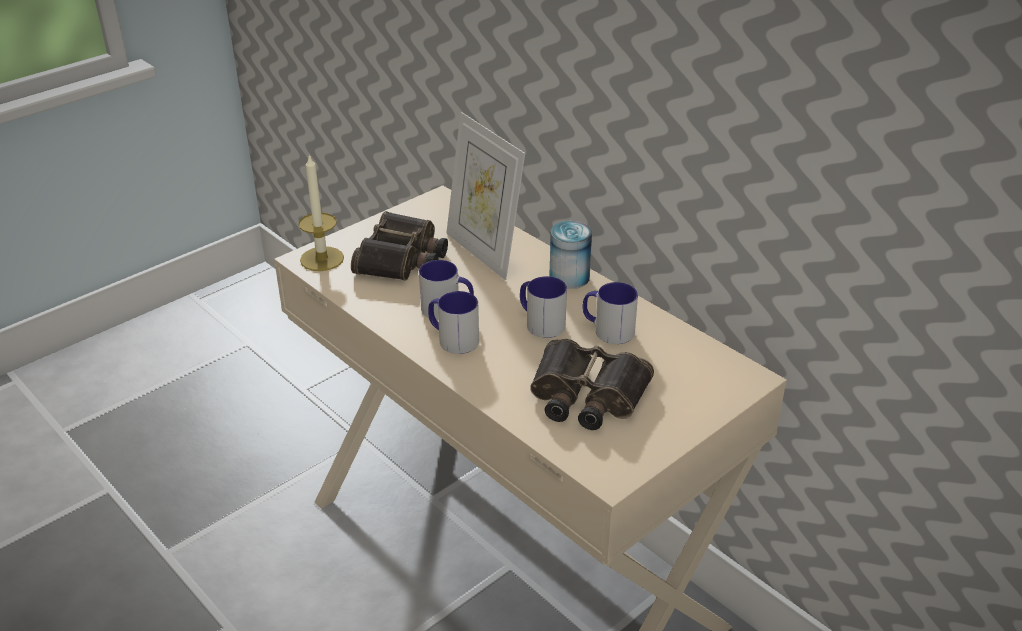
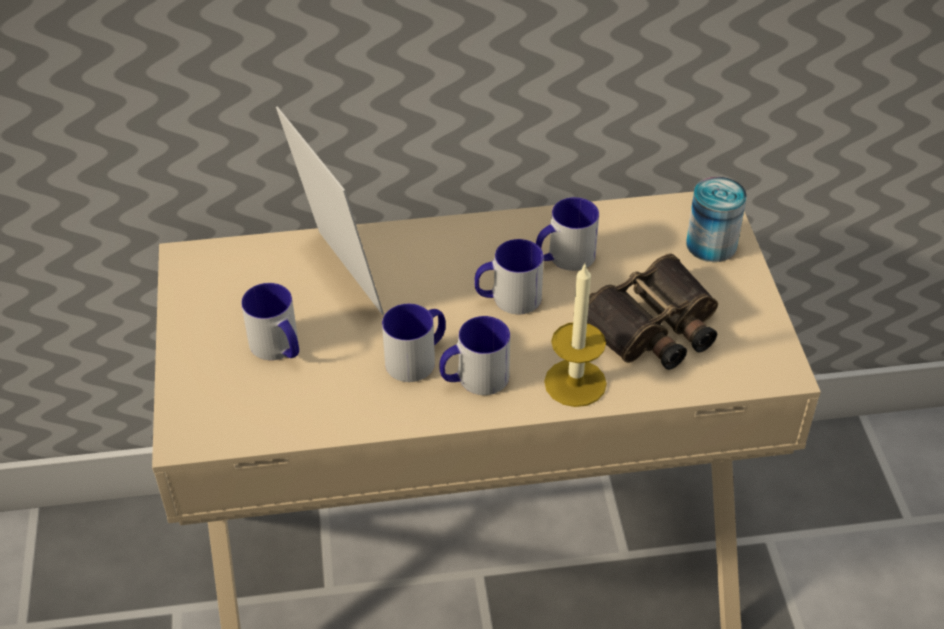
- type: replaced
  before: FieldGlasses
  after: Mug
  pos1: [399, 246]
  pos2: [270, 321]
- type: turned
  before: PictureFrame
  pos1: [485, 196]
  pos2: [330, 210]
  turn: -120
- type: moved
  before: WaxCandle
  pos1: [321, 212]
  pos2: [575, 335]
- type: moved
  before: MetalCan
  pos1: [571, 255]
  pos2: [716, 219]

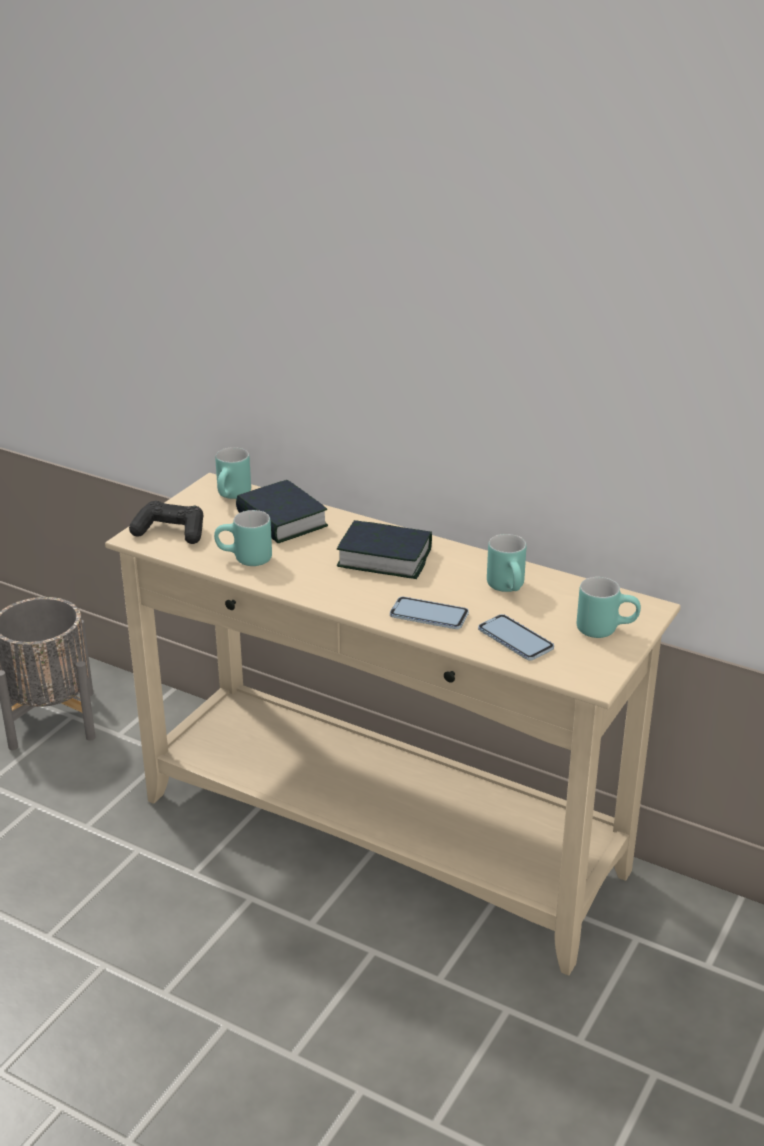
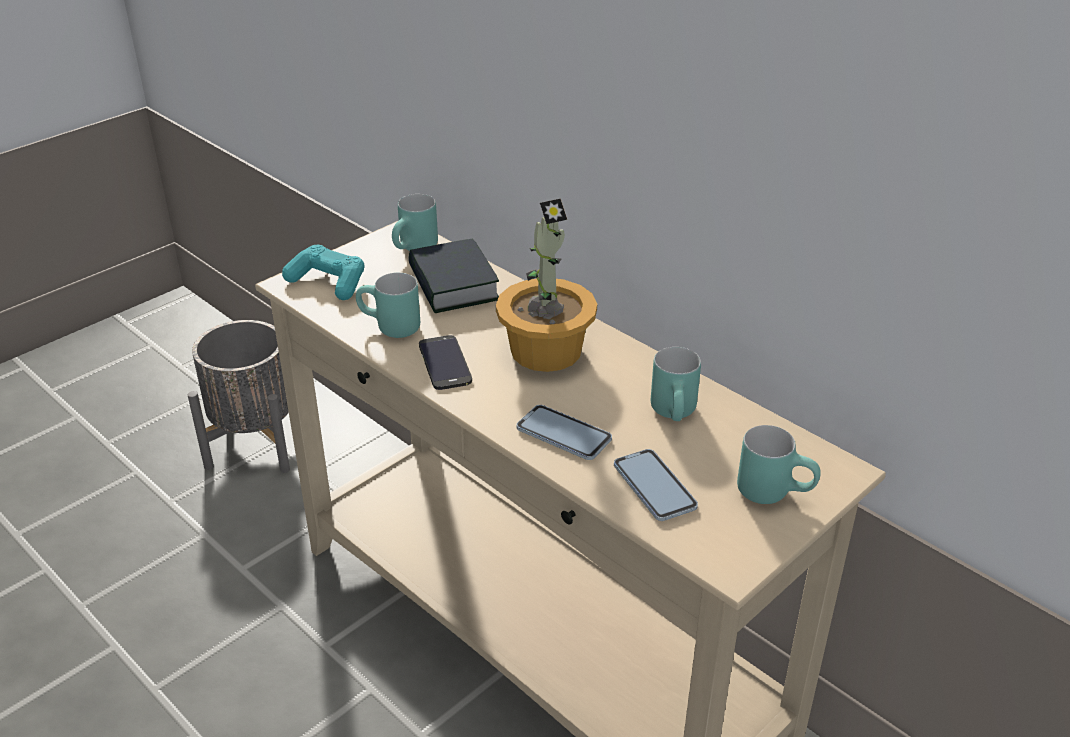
- type: recoloured
  before: BlackishJoypad
  after: BlueGreenJoypad
  pos1: [166, 522]
  pos2: [323, 272]
- type: added
  after: Telephone
  pos2: [445, 362]
- type: replaced
  before: BoundBook
  after: PlantInAPot
  pos1: [384, 549]
  pos2: [546, 285]

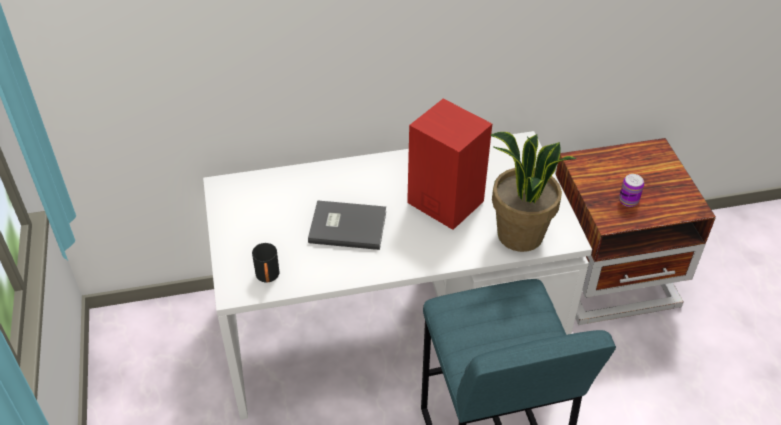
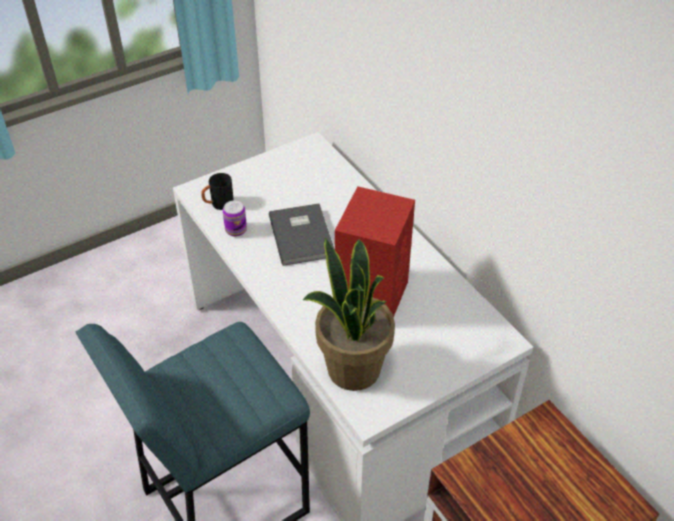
- type: moved
  before: MetalCan
  pos1: [631, 190]
  pos2: [235, 218]

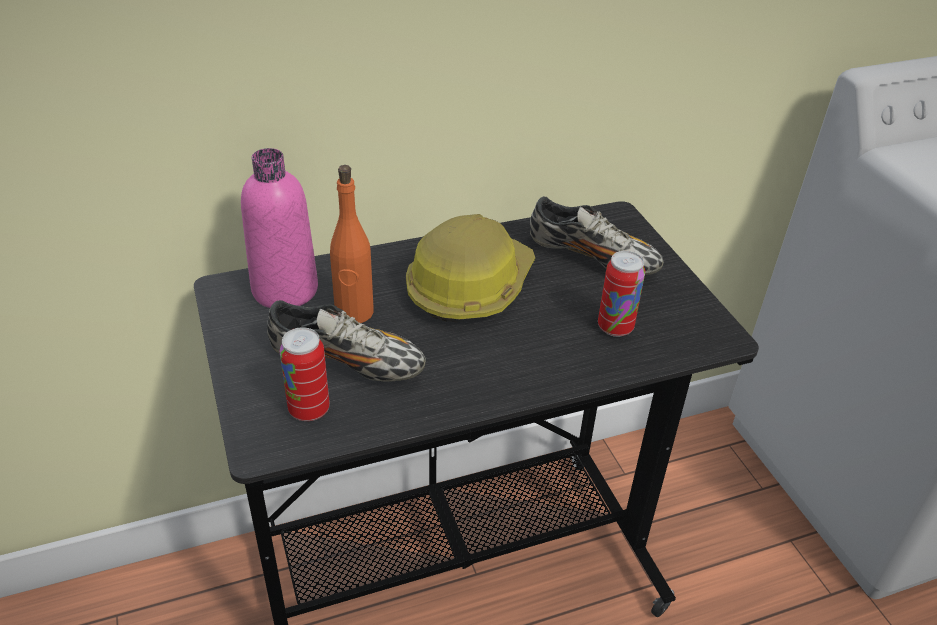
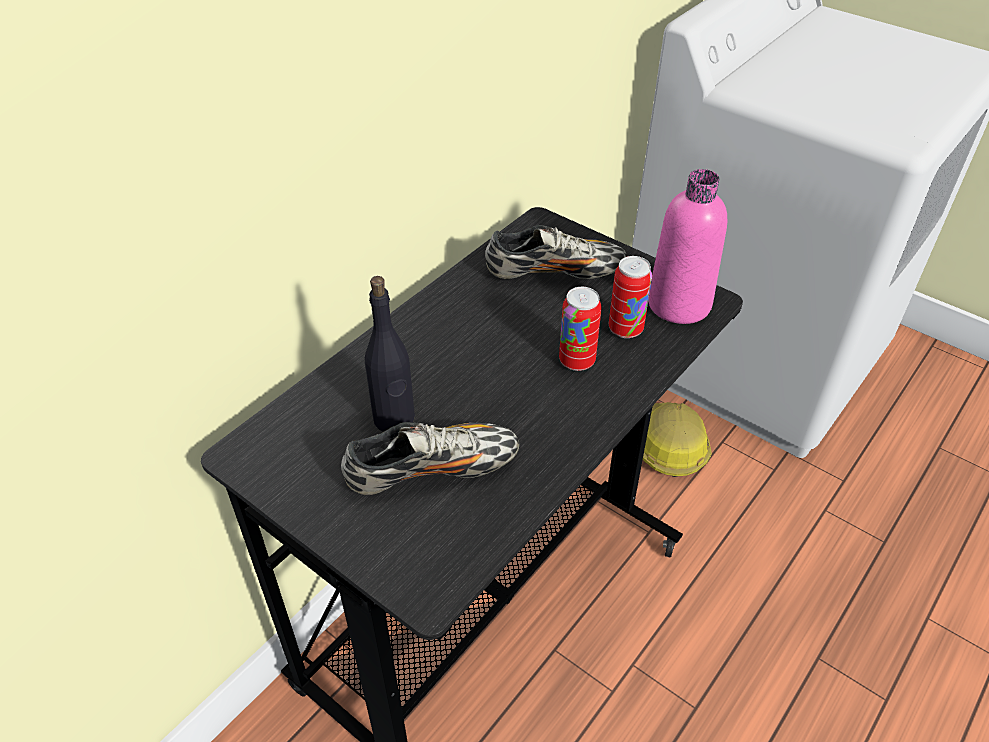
- type: recoloured
  before: OrangeColouredBeverageBottle
  after: BlackishBeverageBottle
  pos1: [352, 244]
  pos2: [390, 354]
- type: moved
  before: MetalCan
  pos1: [305, 374]
  pos2: [580, 329]
- type: moved
  before: SafetyHelmet
  pos1: [470, 268]
  pos2: [677, 439]
- type: moved
  before: PinkColouredBeverageBottle
  pos1: [279, 228]
  pos2: [687, 246]

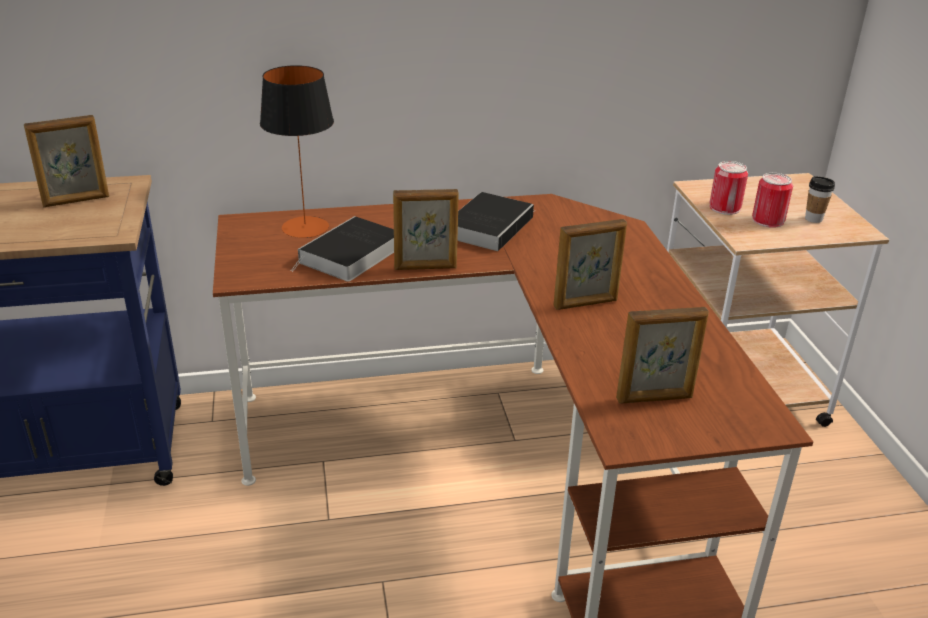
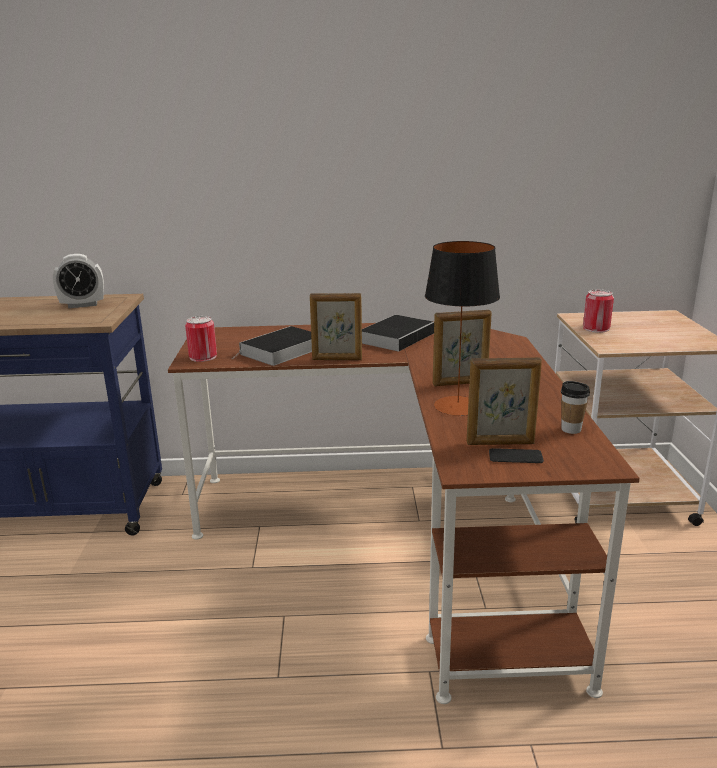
- type: replaced
  before: PictureFrame
  after: BedsideClock
  pos1: [66, 161]
  pos2: [78, 281]
- type: moved
  before: MetalCan
  pos1: [772, 200]
  pos2: [201, 339]
- type: moved
  before: TableLamp
  pos1: [297, 151]
  pos2: [462, 328]
- type: added
  after: Telephone
  pos2: [516, 455]
- type: moved
  before: DrinkingCup
  pos1: [820, 199]
  pos2: [575, 407]

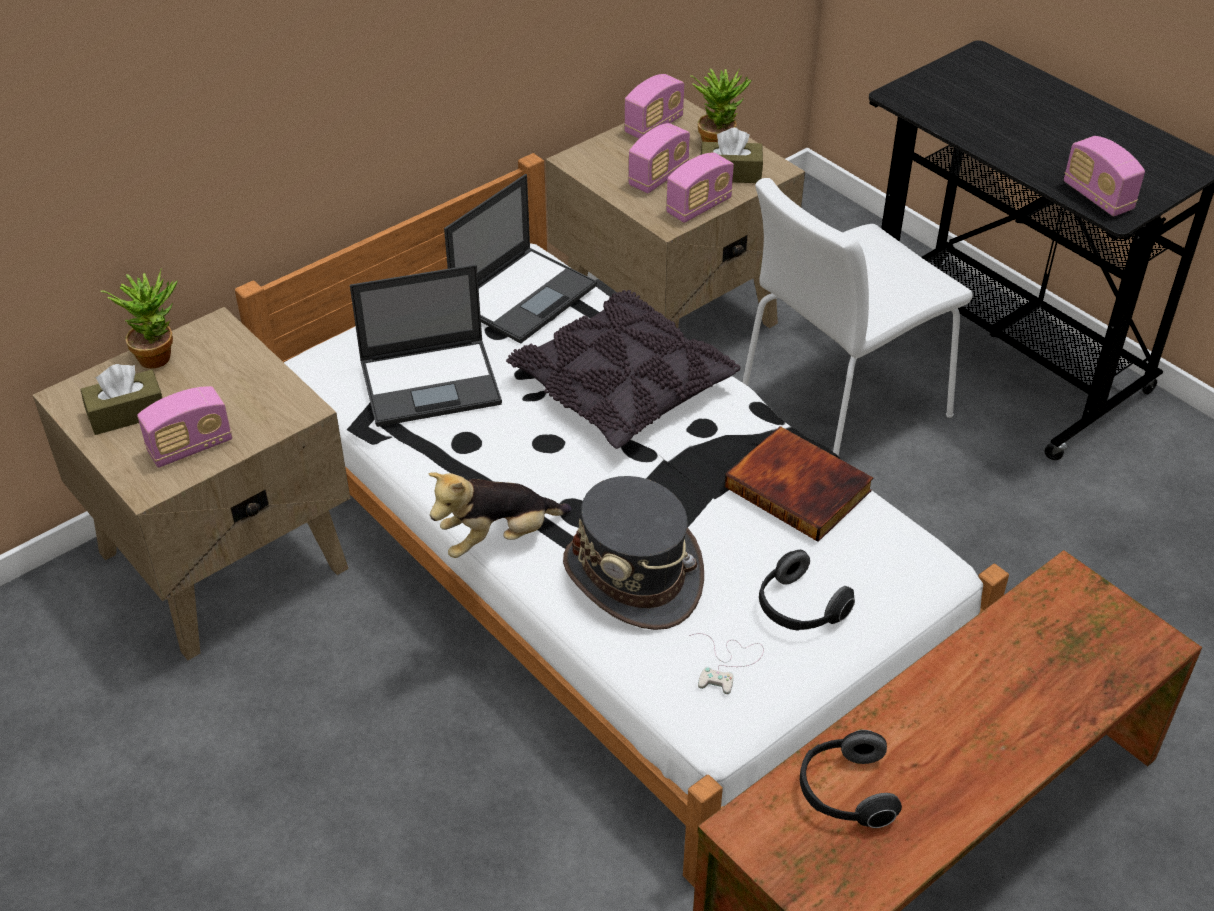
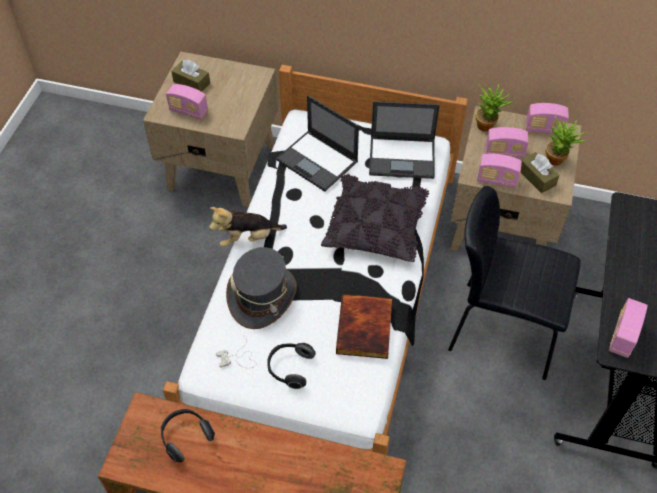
- type: turned
  before: CuddlyToy
  pos1: [500, 515]
  pos2: [248, 227]
  turn: -45
- type: recoloured
  before: WhitishPlainChair
  after: BlackishPlainChair
  pos1: [857, 317]
  pos2: [514, 283]
- type: moved
  before: PlantInAPot
  pos1: [139, 319]
  pos2: [494, 108]

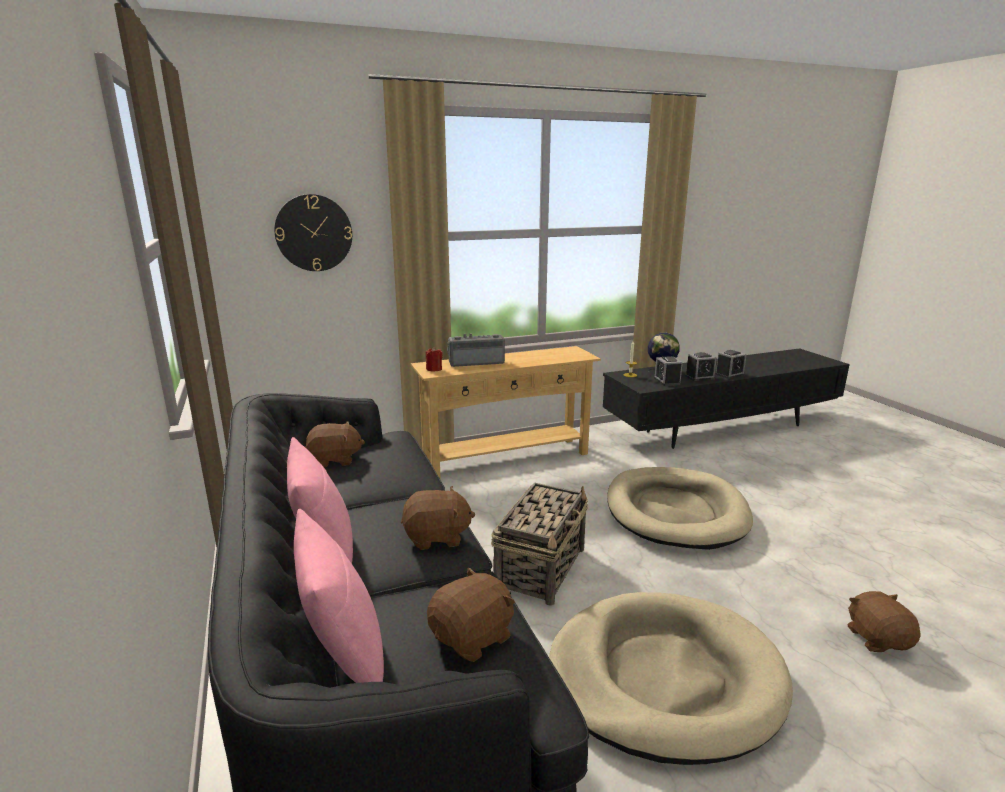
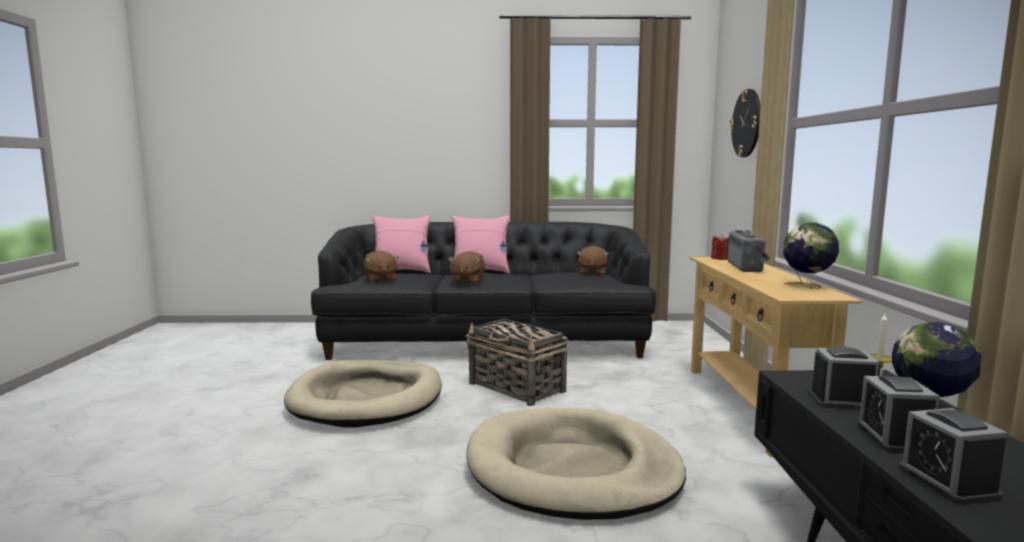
- type: added
  after: WorldGlobe
  pos2: [811, 256]
- type: removed
  before: BrownColouredCuddlyToy
  pos1: [884, 621]

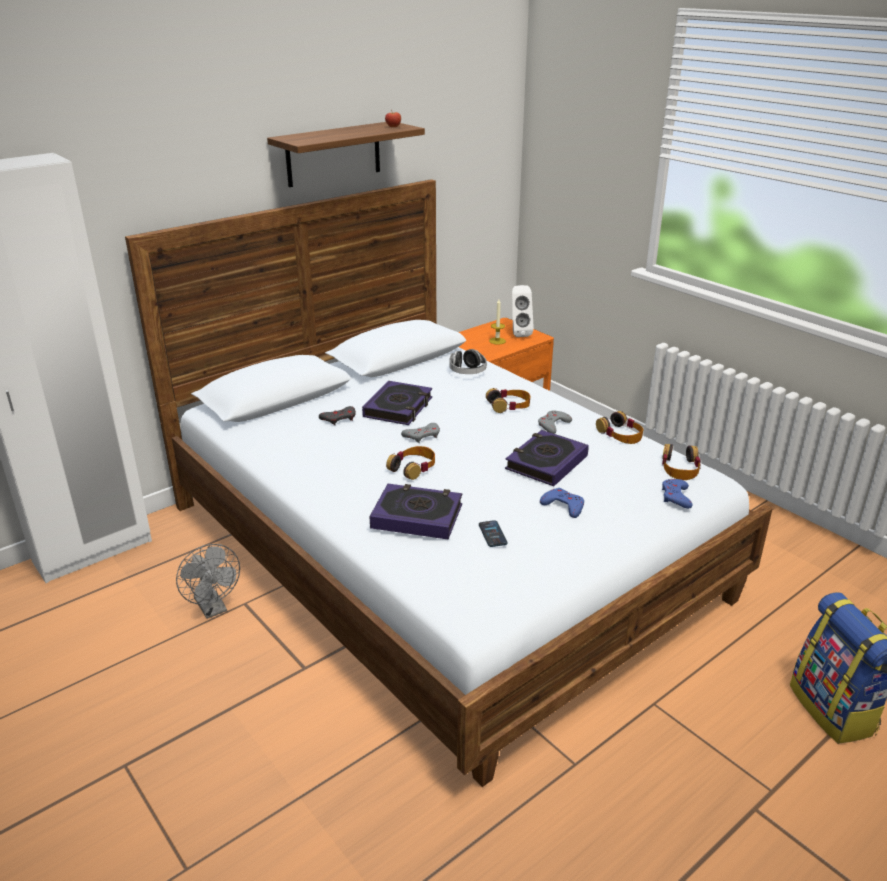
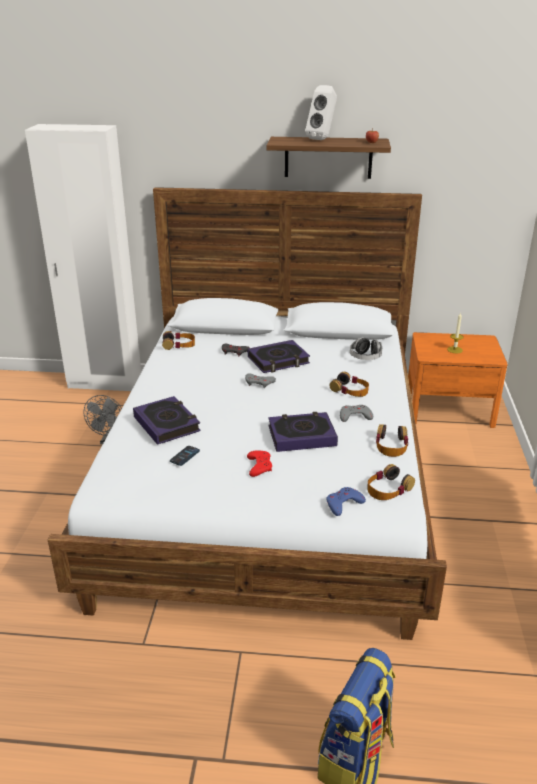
- type: moved
  before: Headset
  pos1: [410, 463]
  pos2: [178, 340]
- type: recoloured
  before: BlueJoypad
  after: ReddishJoypad
  pos1: [562, 503]
  pos2: [259, 464]
- type: moved
  before: WhitishLoudspeaker
  pos1: [523, 311]
  pos2: [321, 112]

